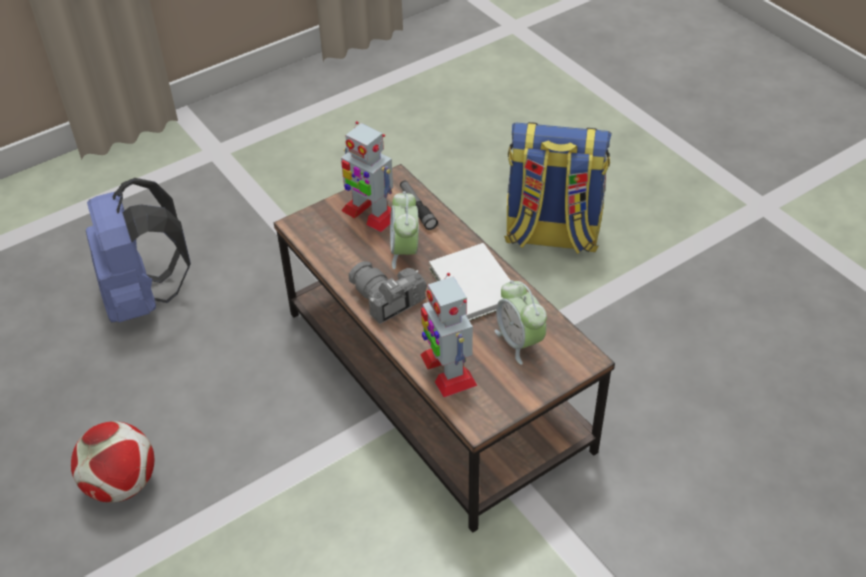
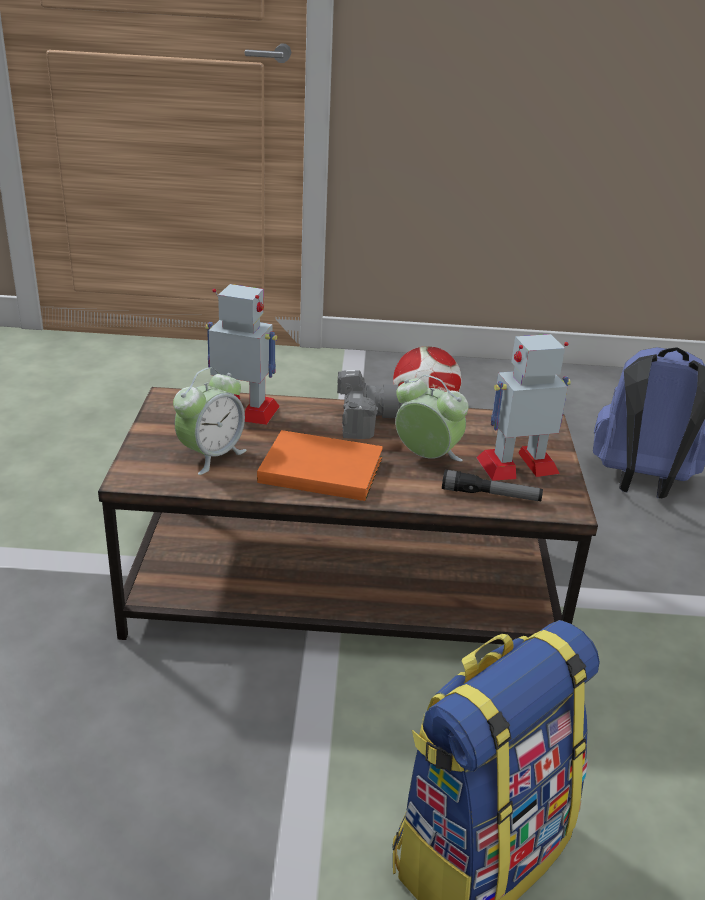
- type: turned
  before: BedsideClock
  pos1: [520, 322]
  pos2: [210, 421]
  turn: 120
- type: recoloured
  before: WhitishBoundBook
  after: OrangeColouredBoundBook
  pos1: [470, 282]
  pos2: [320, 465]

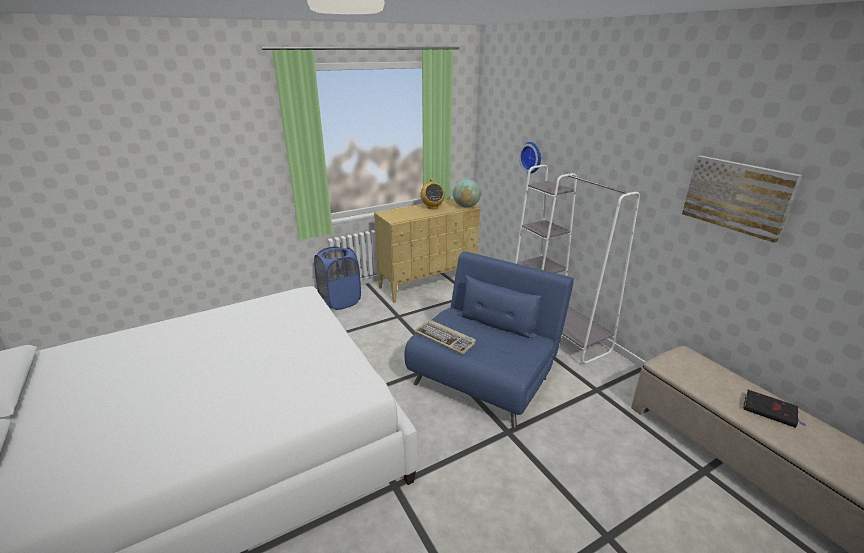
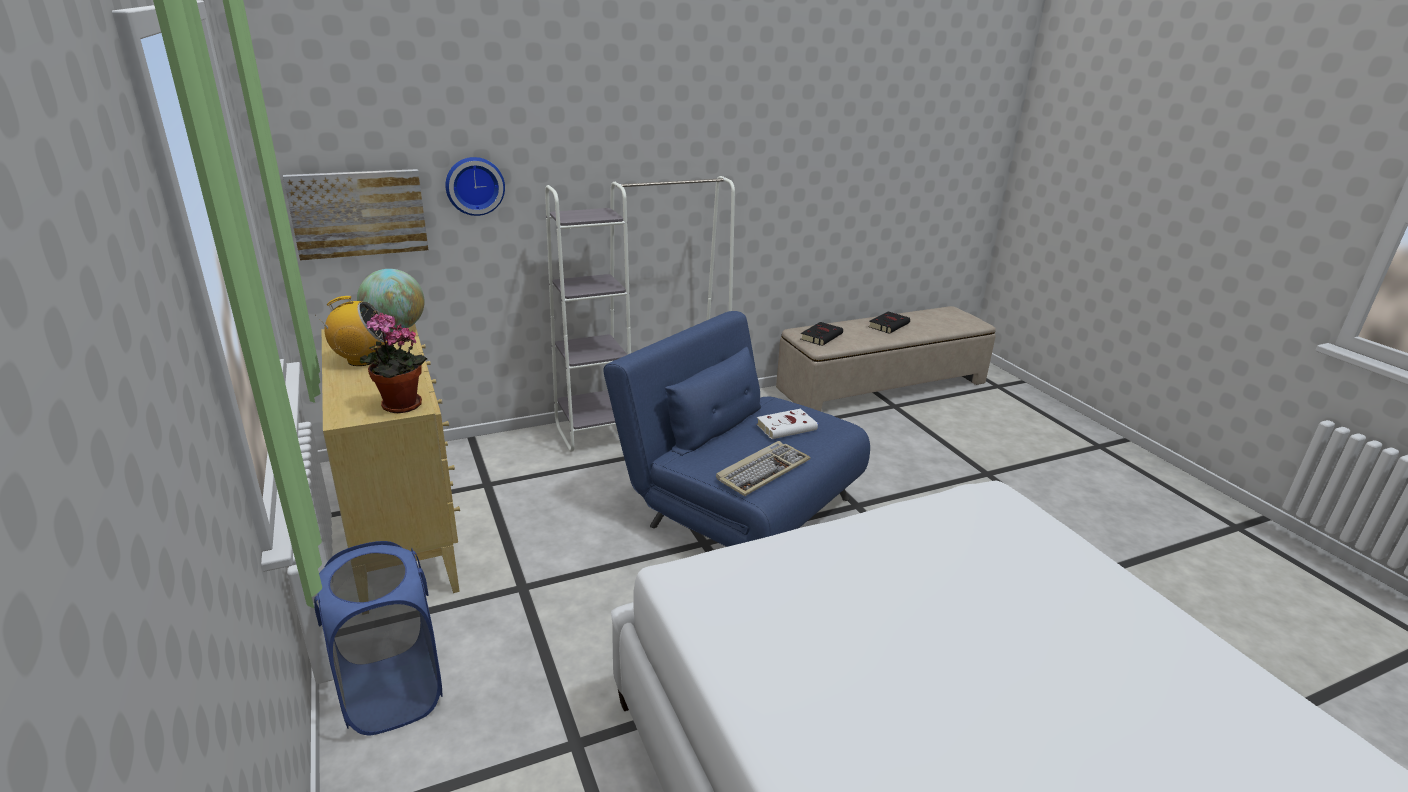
- type: moved
  before: WallArt
  pos1: [742, 199]
  pos2: [355, 215]
- type: added
  after: PlantInAPot
  pos2: [393, 363]
- type: added
  after: WhitishBoundBook
  pos2: [787, 424]
- type: added
  after: BlackishBoundBook
  pos2: [822, 334]

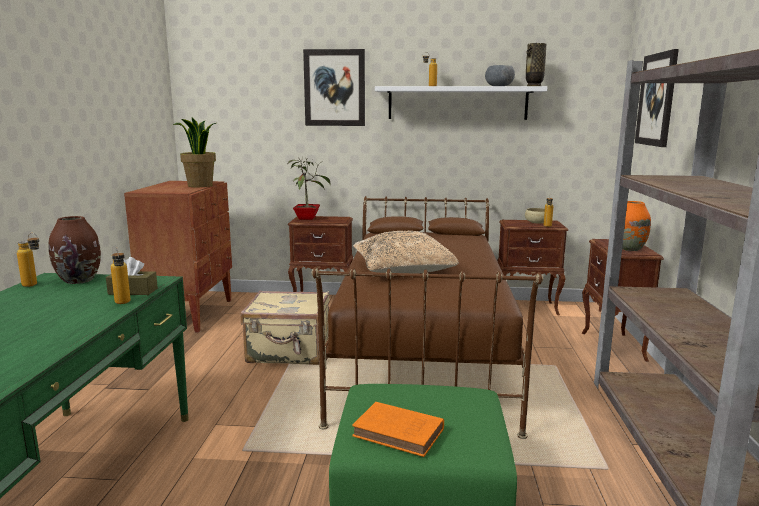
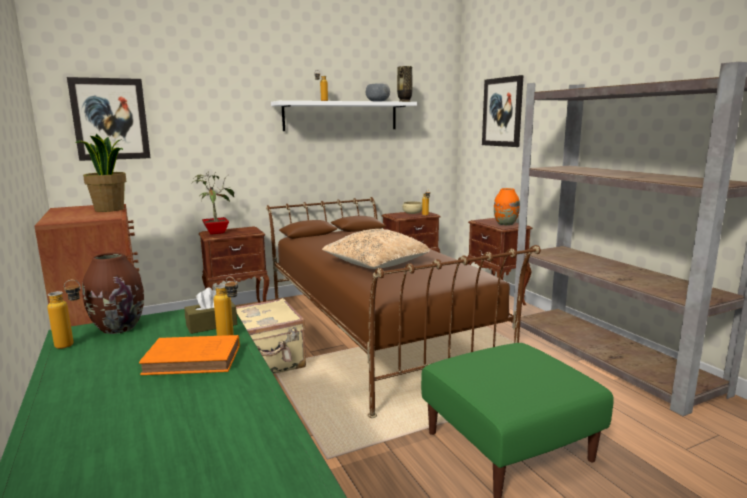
- type: moved
  before: WallArt
  pos1: [334, 87]
  pos2: [109, 119]
- type: moved
  before: OrangeColouredBoundBook
  pos1: [398, 429]
  pos2: [189, 355]

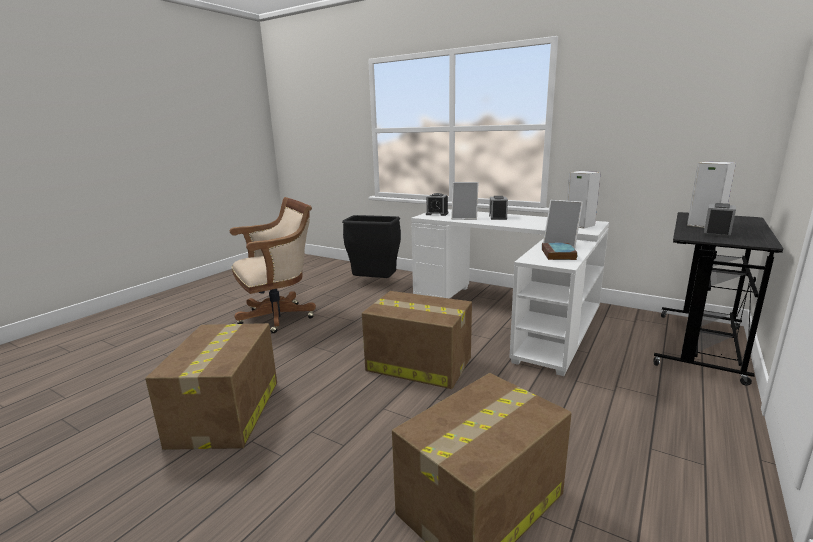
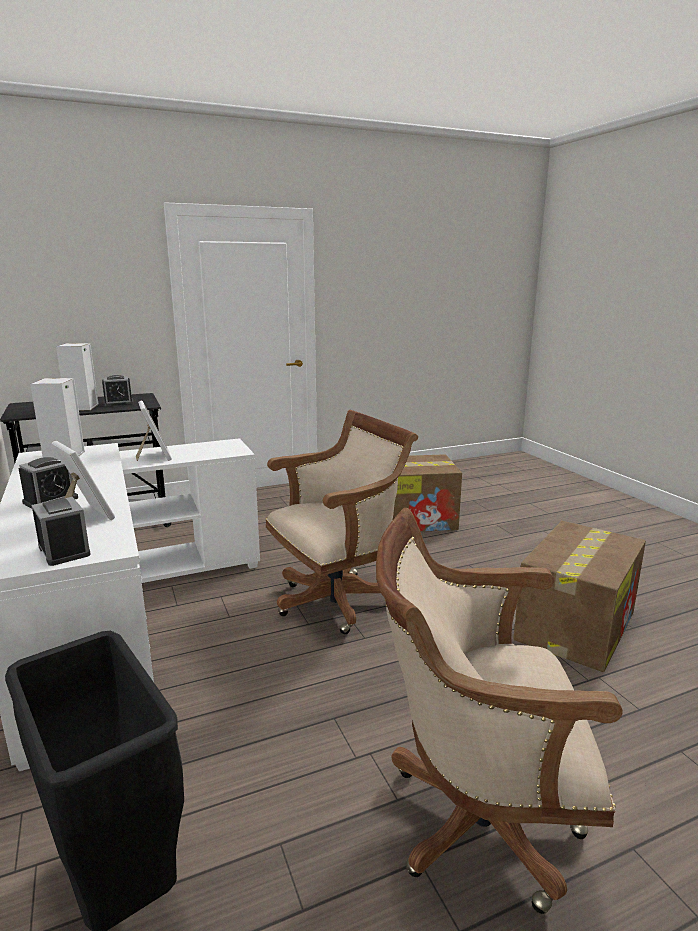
- type: replaced
  before: Carton
  after: DeskChair
  pos1: [417, 340]
  pos2: [342, 522]
- type: removed
  before: BoundBook
  pos1: [559, 251]

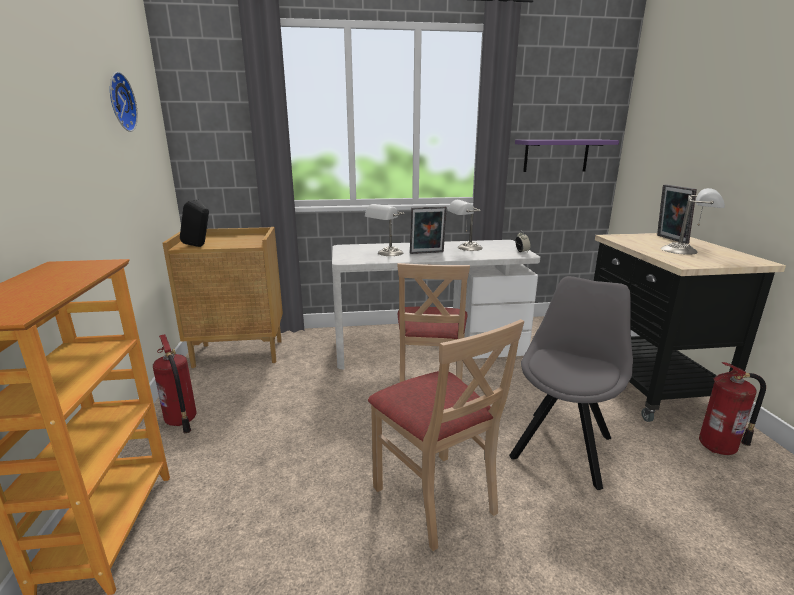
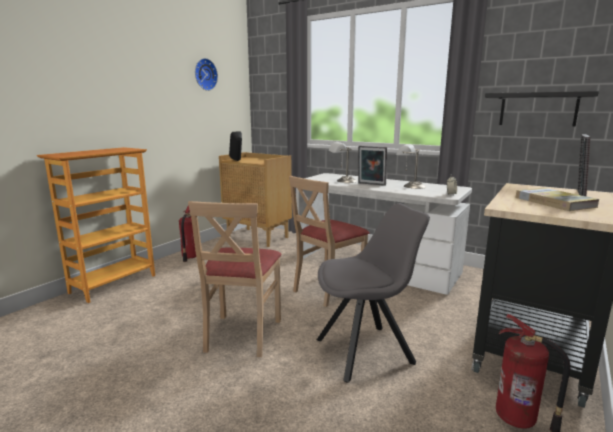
- type: recoloured
  before: PurpleColouredBracketShelf
  after: BlackishBracketShelf
  pos1: [567, 156]
  pos2: [542, 109]
- type: replaced
  before: WhitishTableLamp
  after: BoundBook
  pos1: [693, 221]
  pos2: [557, 199]

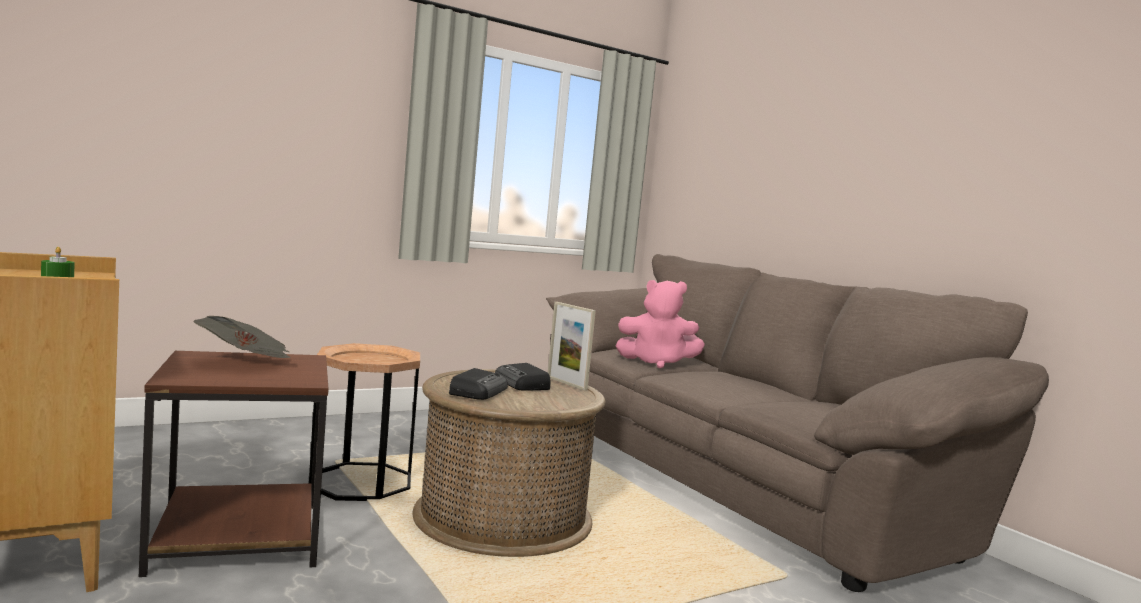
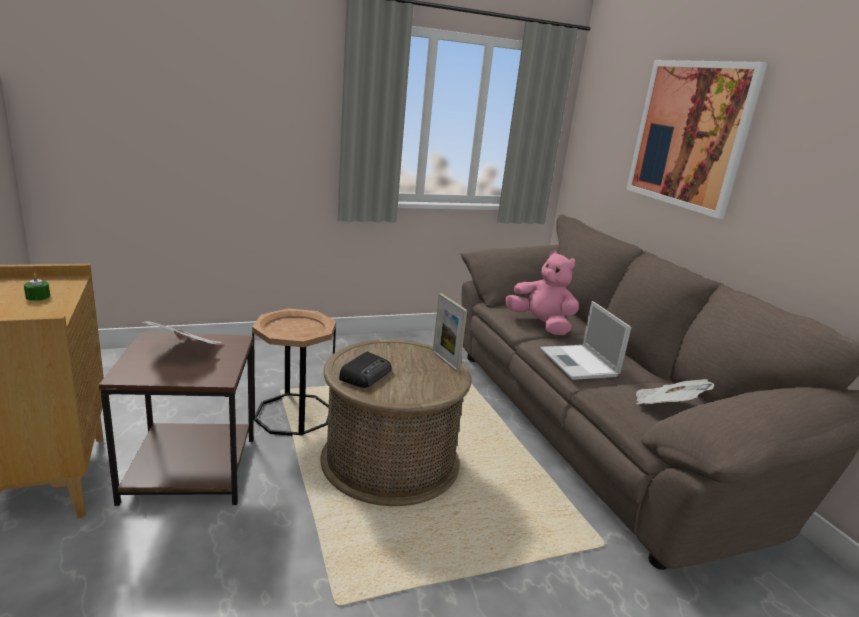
- type: turned
  before: PinkColouredCuddlyToy
  pos1: [660, 324]
  pos2: [542, 293]
  turn: -150
- type: added
  after: Laptop
  pos2: [585, 340]
- type: added
  after: WallArt
  pos2: [697, 139]
- type: added
  after: DailyPaper
  pos2: [675, 391]
- type: removed
  before: Radio
  pos1: [522, 377]

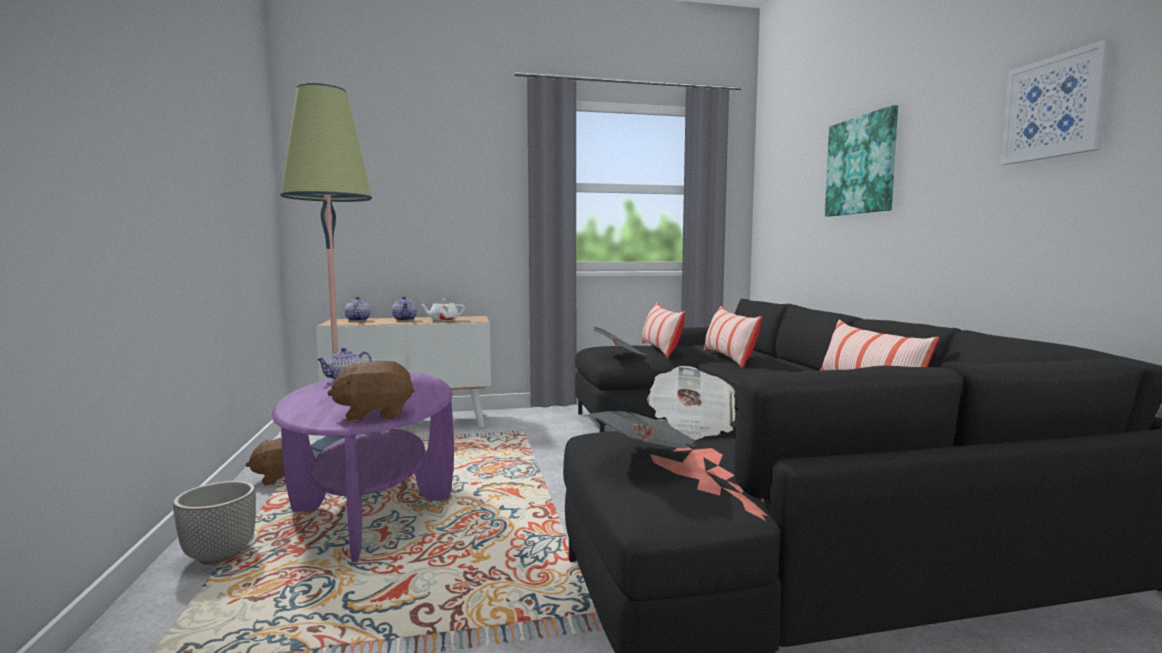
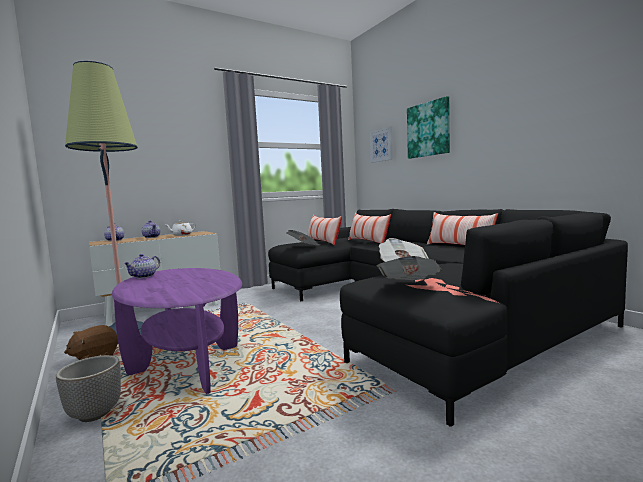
- type: moved
  before: WallArt
  pos1: [1056, 102]
  pos2: [381, 144]
- type: removed
  before: BrownColouredCuddlyToy
  pos1: [370, 391]

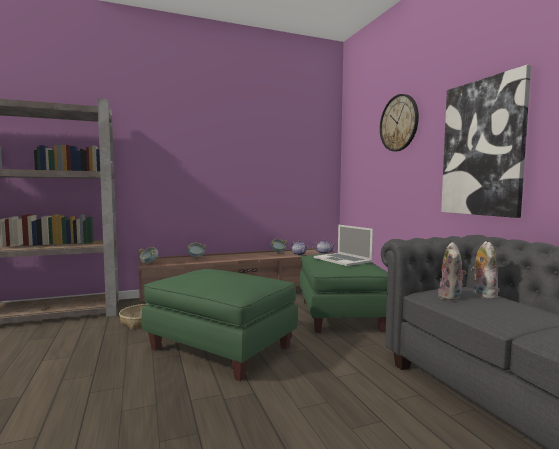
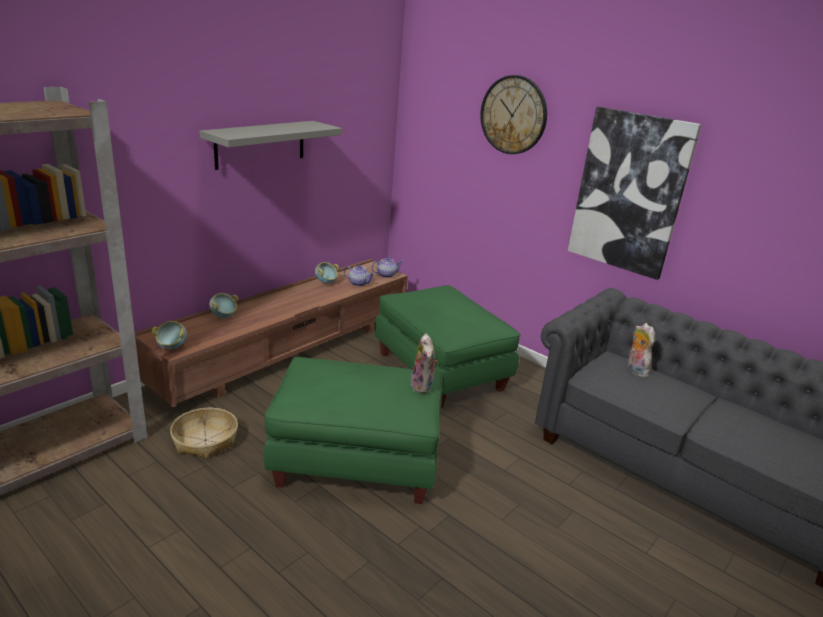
- type: added
  after: GreyBracketShelf
  pos2: [270, 145]
- type: moved
  before: CuddlyToy
  pos1: [452, 271]
  pos2: [424, 363]
- type: removed
  before: Laptop
  pos1: [343, 245]

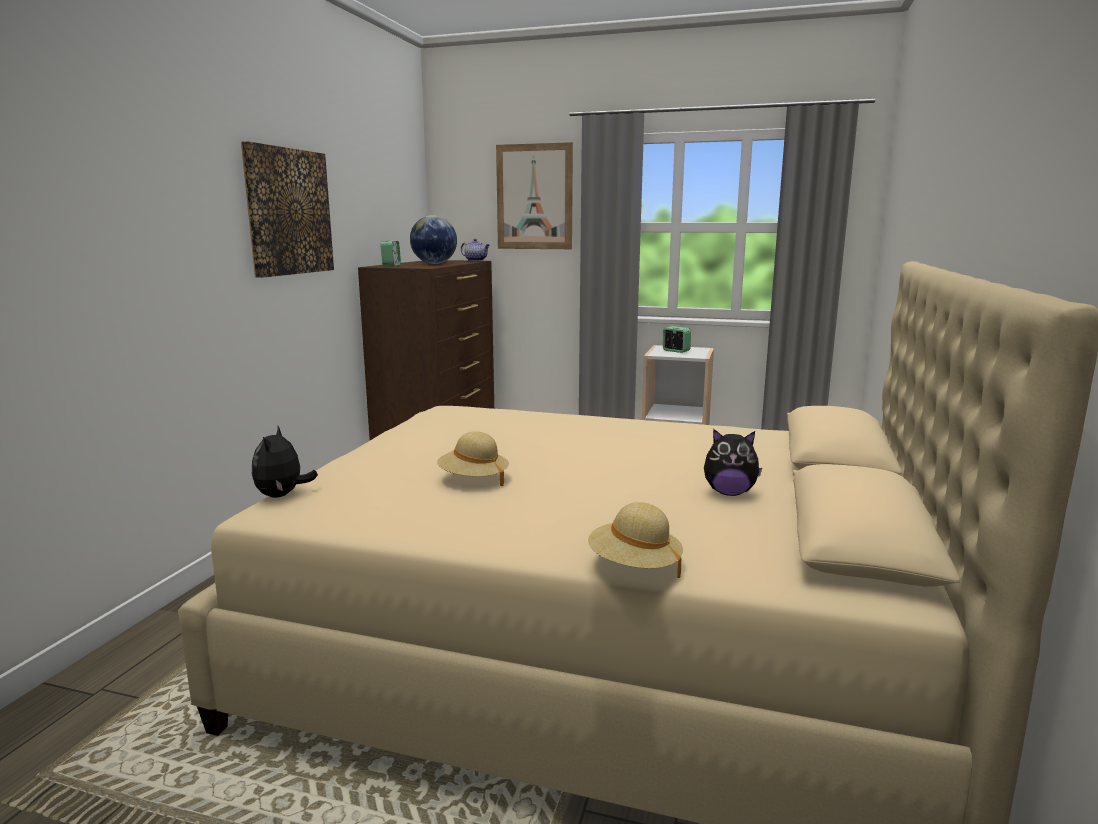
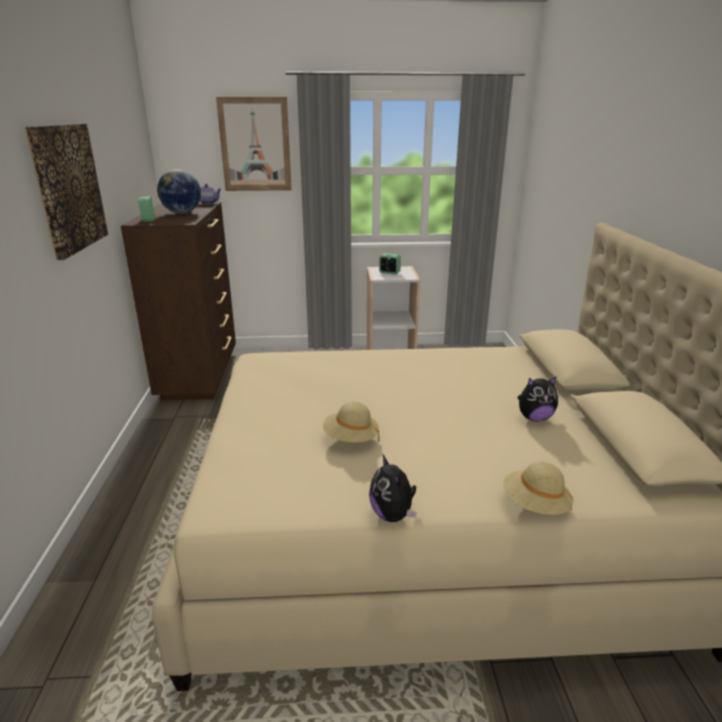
- type: moved
  before: CuddlyToy
  pos1: [285, 462]
  pos2: [393, 488]

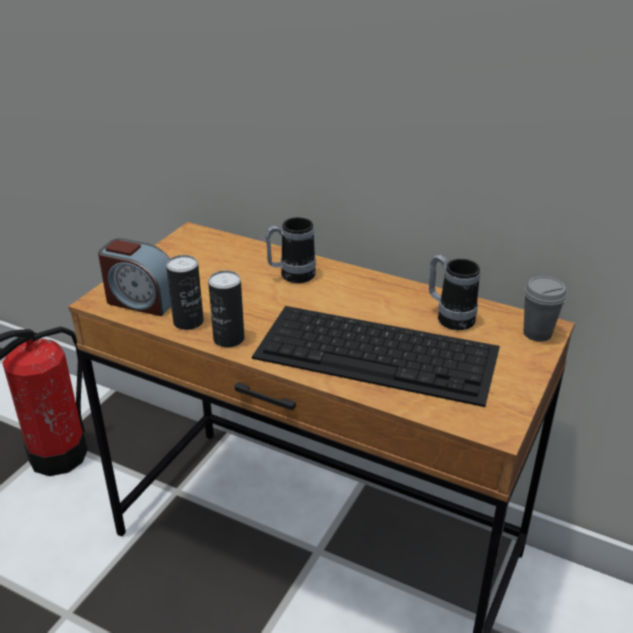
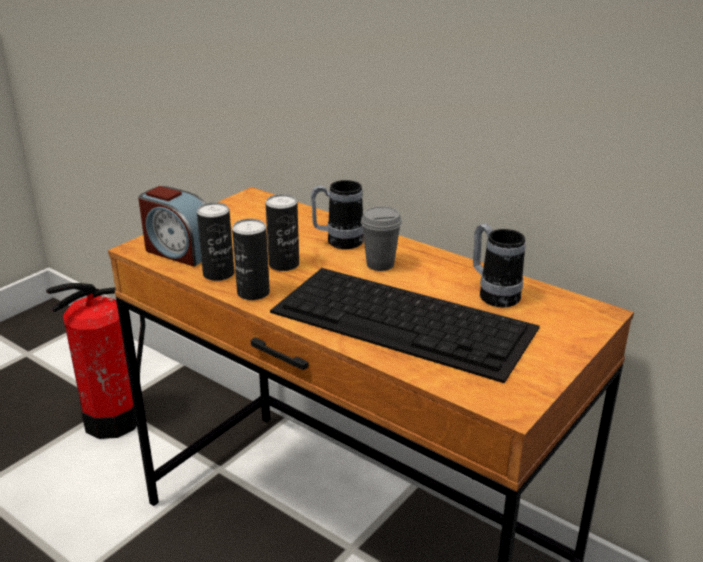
- type: added
  after: MetalCan
  pos2: [282, 232]
- type: moved
  before: GreyDrinkingCup
  pos1: [545, 309]
  pos2: [381, 238]

